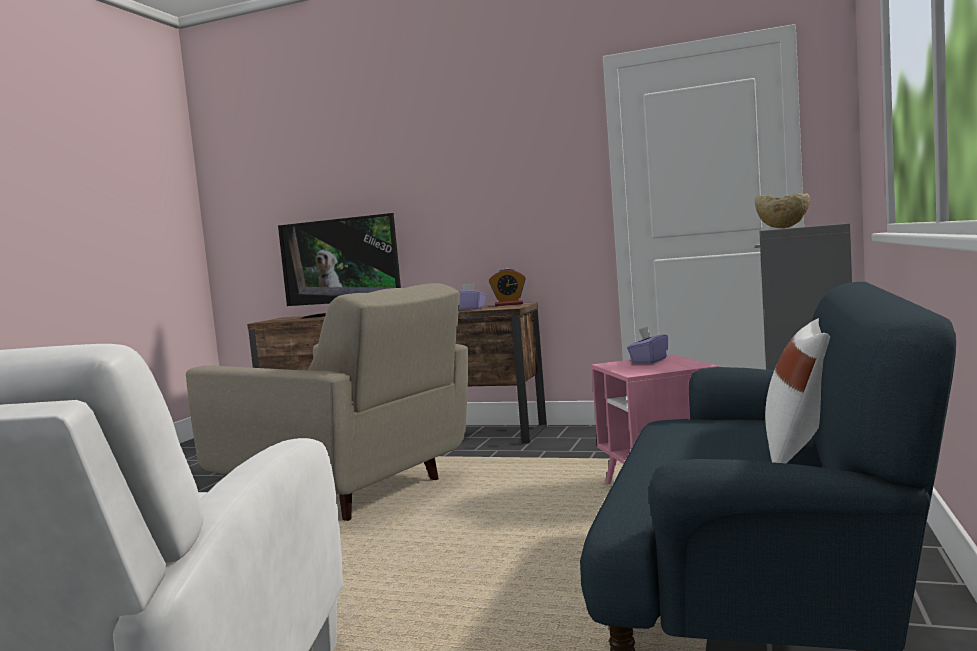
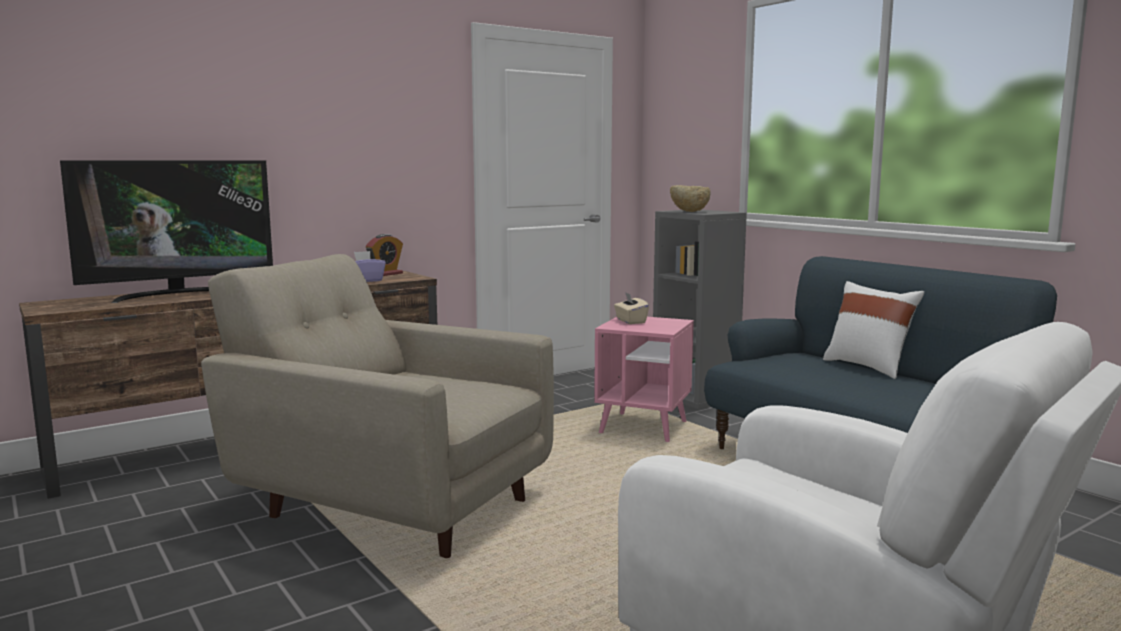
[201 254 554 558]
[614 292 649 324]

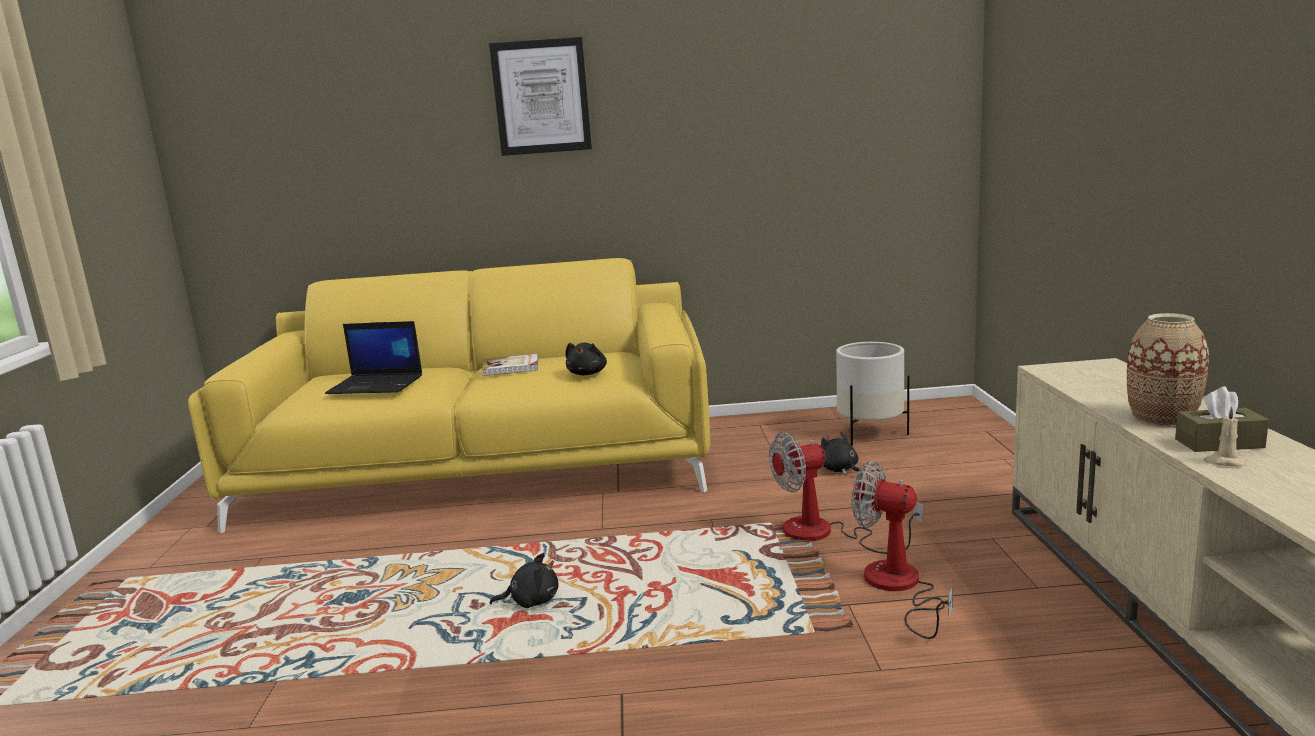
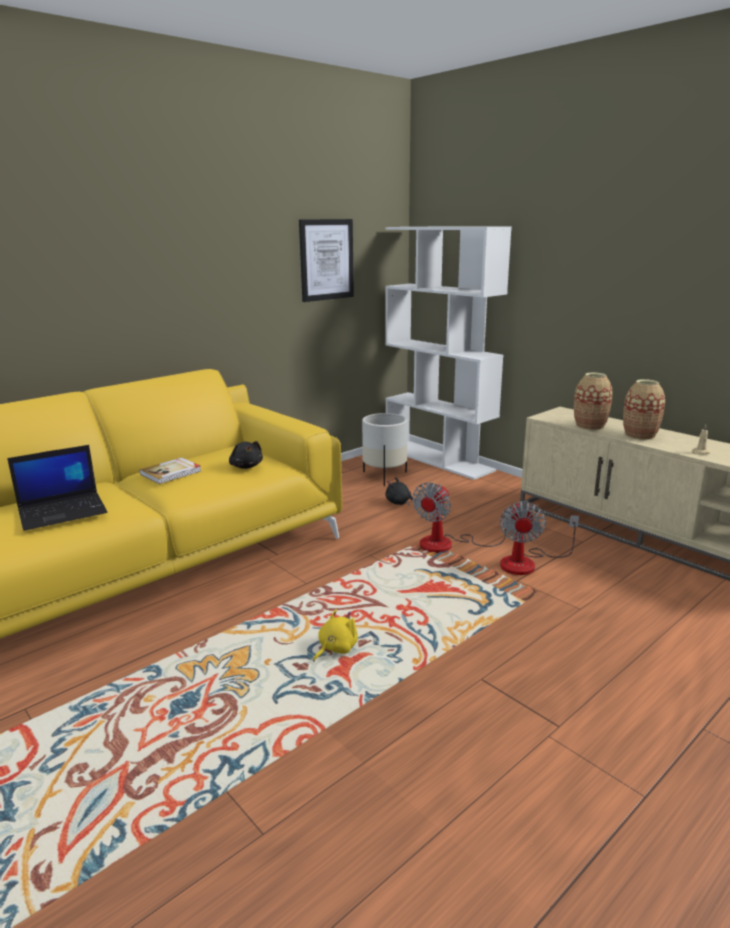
[299 219 354 302]
[313 609 358 662]
[500 501 579 575]
[1175 386 1269 452] (first image)
[385 226 512 480]
[574 373 613 430]

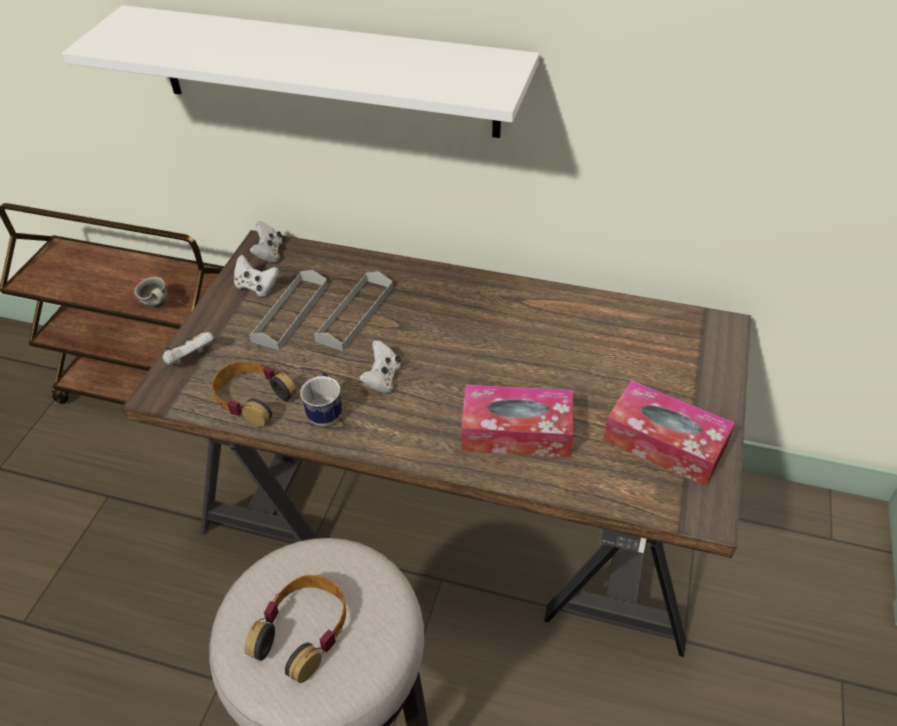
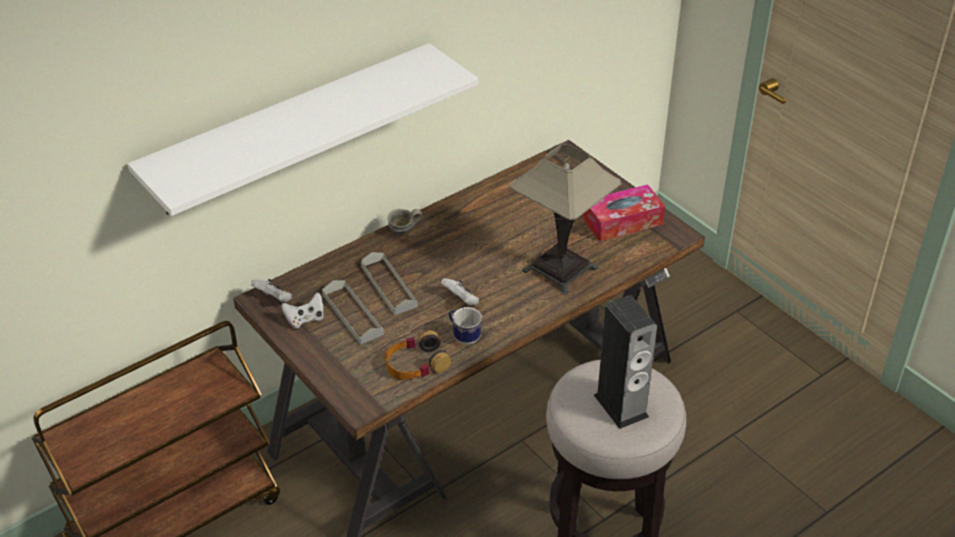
[388 209 423 235]
[163 332 214 365] (first image)
[594 295 657 429]
[510 144 622 295]

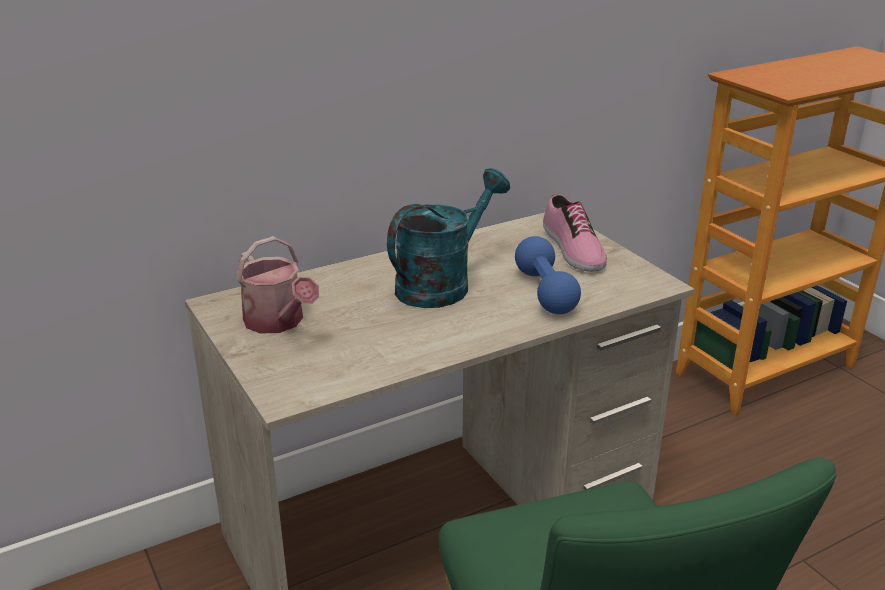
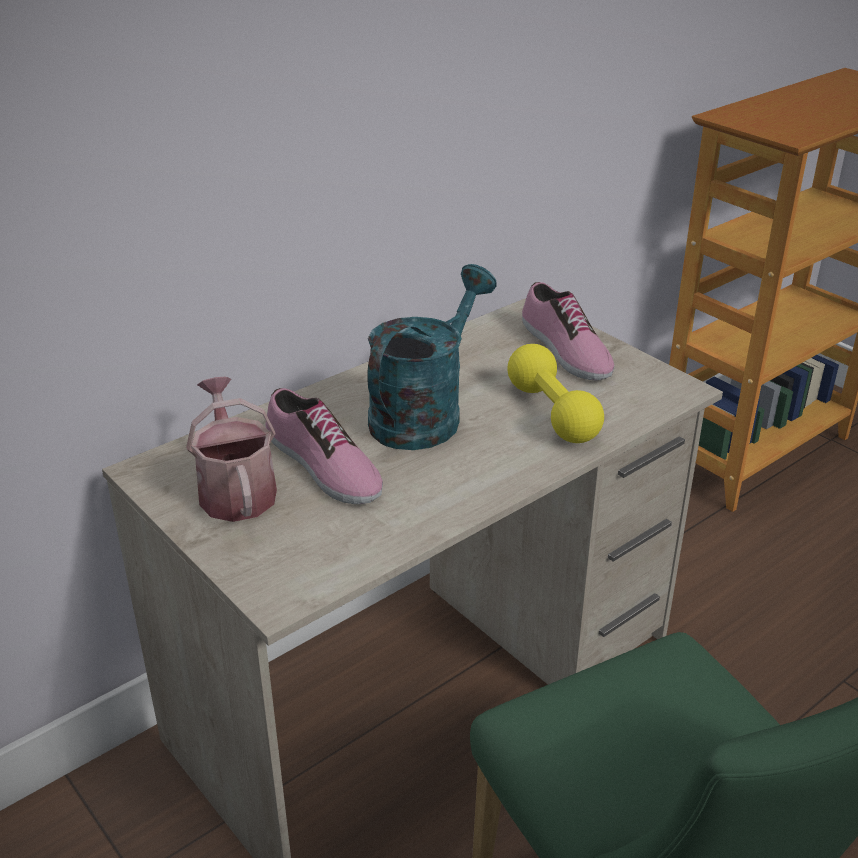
[186 377 277 522]
[507 344 604 443]
[265 388 383 504]

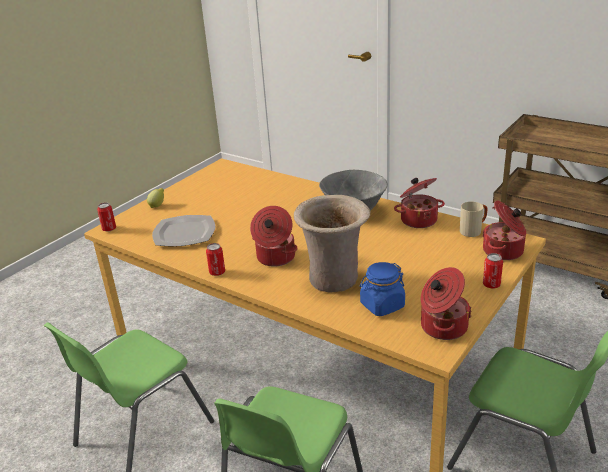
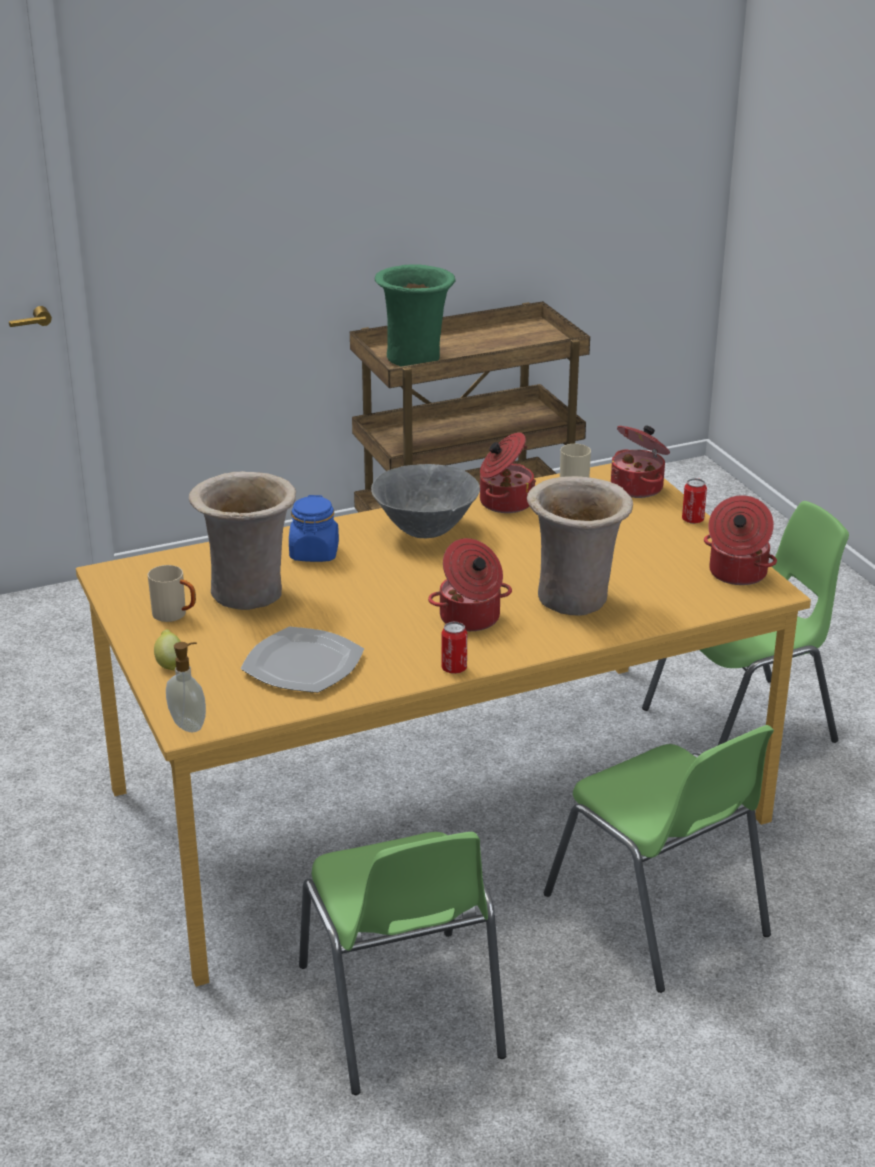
[166 642 206 732]
[289 495 339 562]
[148 565 196 622]
[189 471 296 610]
[375 264 456 366]

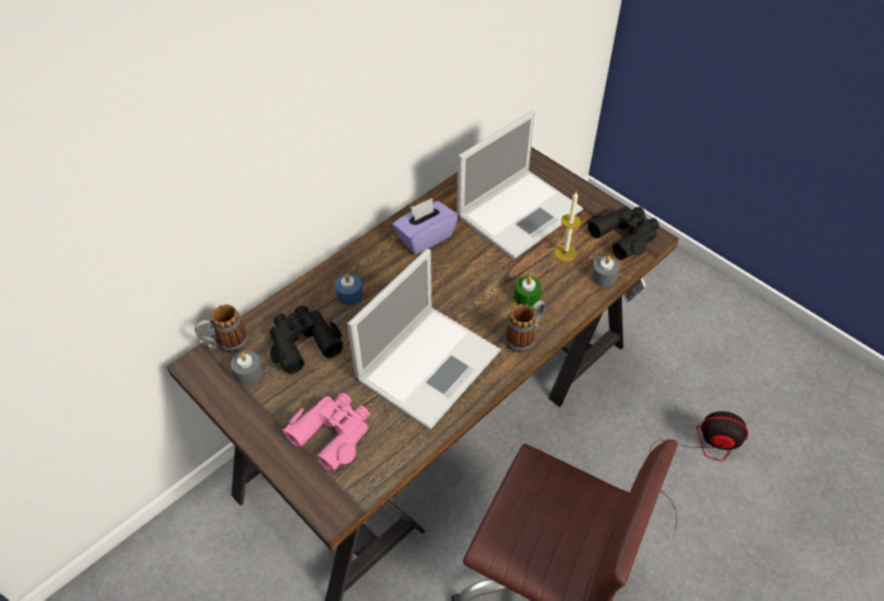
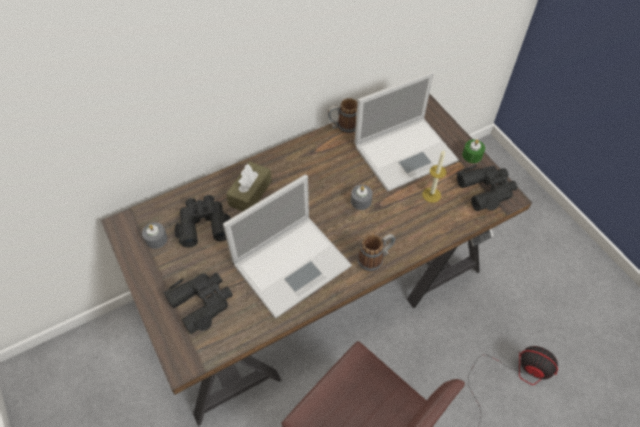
[328 98 357 133]
[163 272 233 334]
[226 161 272 212]
[393 198 458 255] (first image)
[462 139 485 163]
[351 185 373 210]

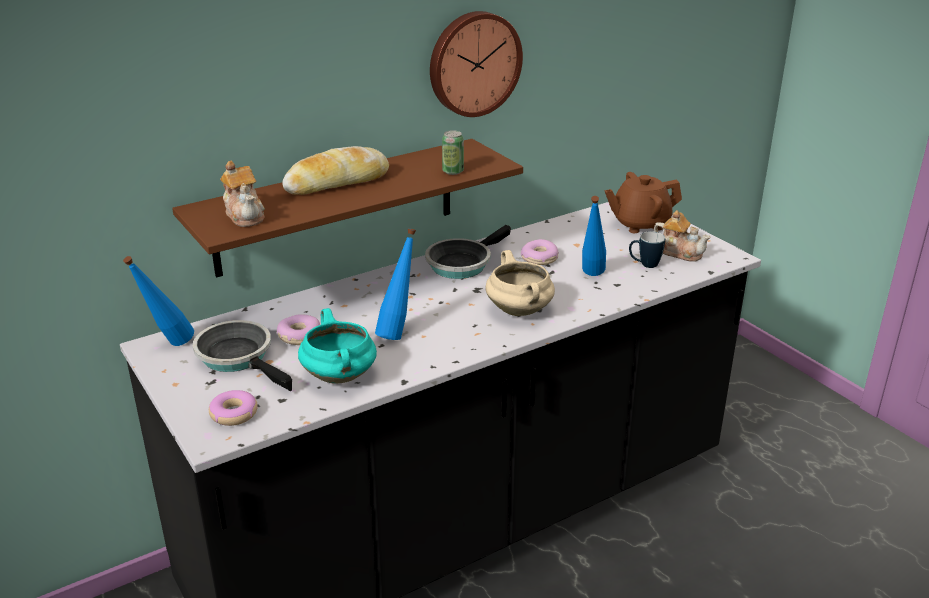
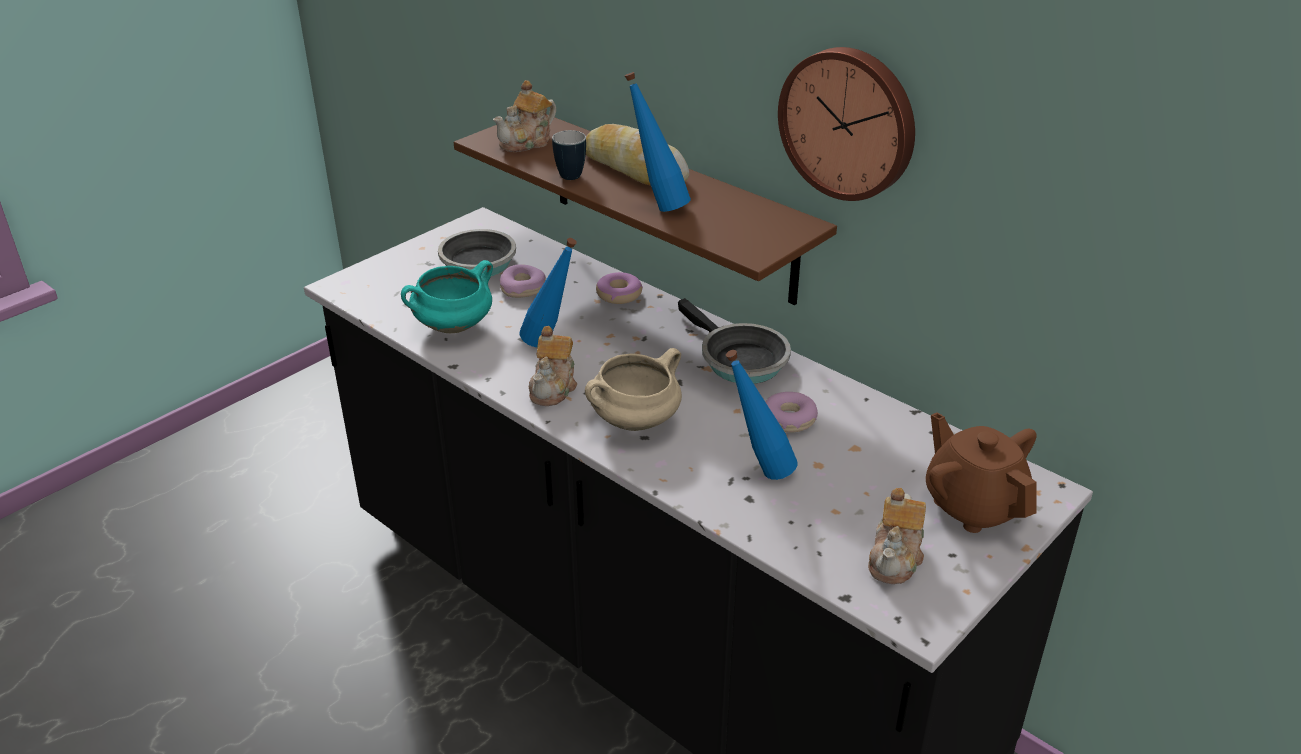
[625 72 691 212]
[596 272 643 304]
[678 298 791 384]
[442 130 464 175] (first image)
[552 130 586 180]
[529 326 578 406]

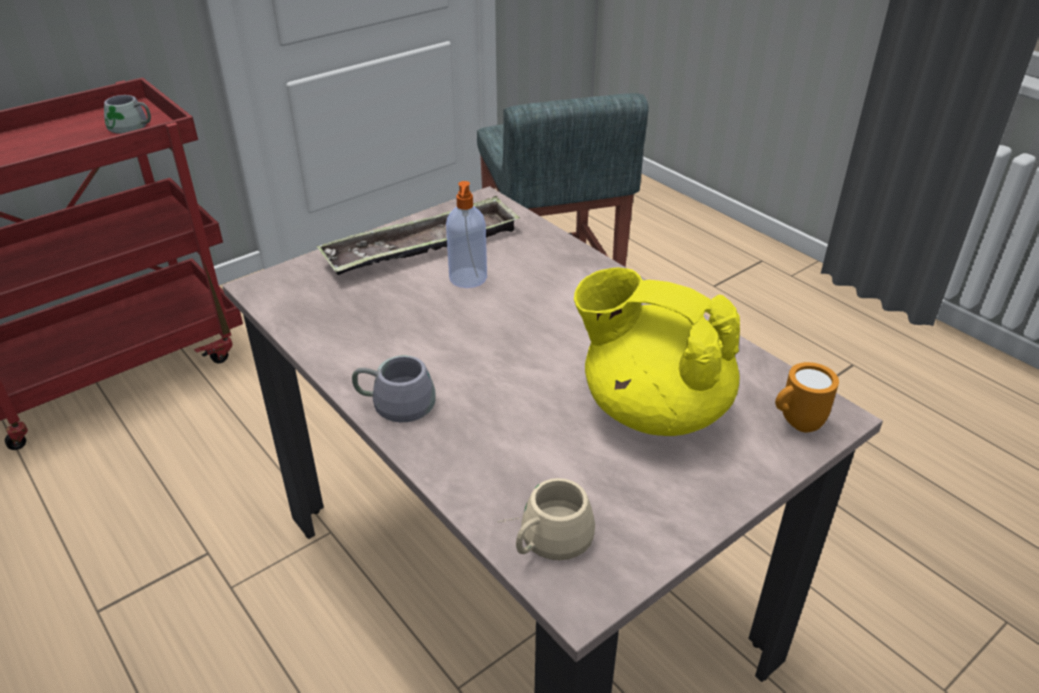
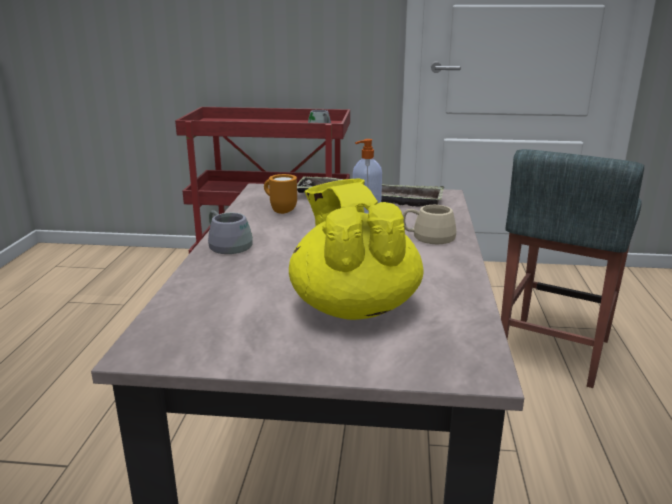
[403 205 456 244]
[264 174 297 214]

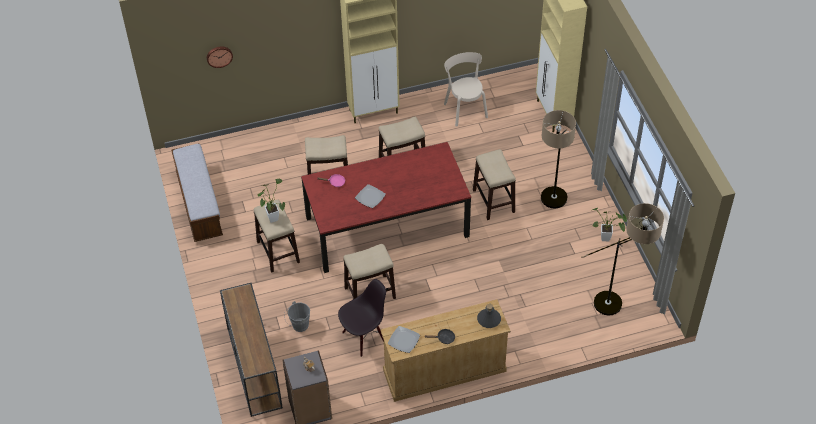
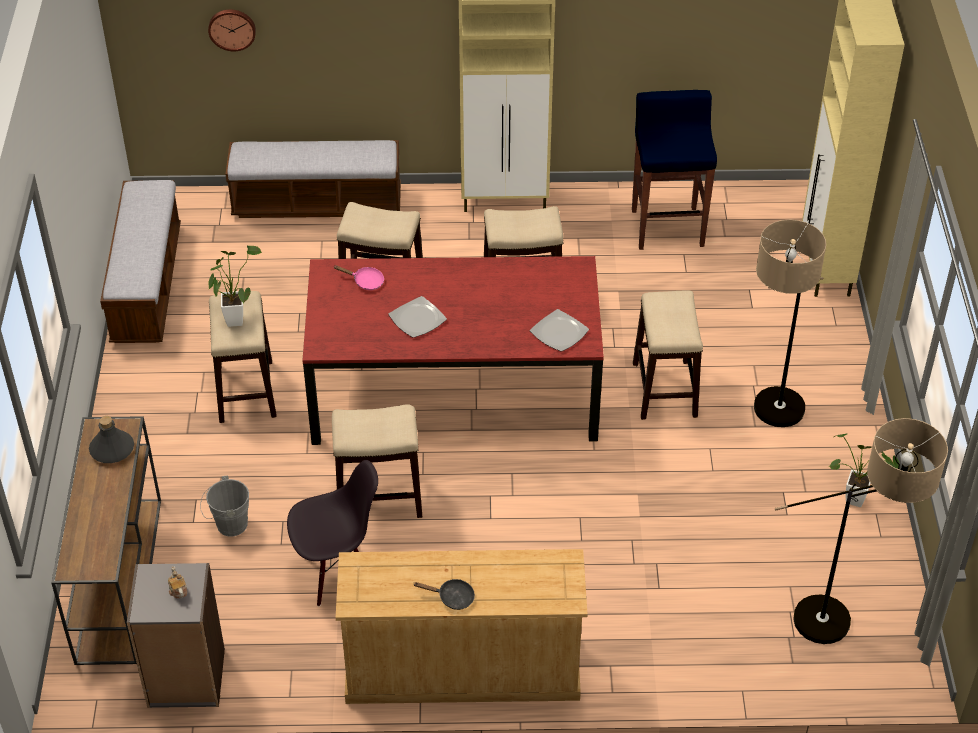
[530 309 589 351]
[632 90 717 250]
[89 416 134 463]
[225 140 401 218]

